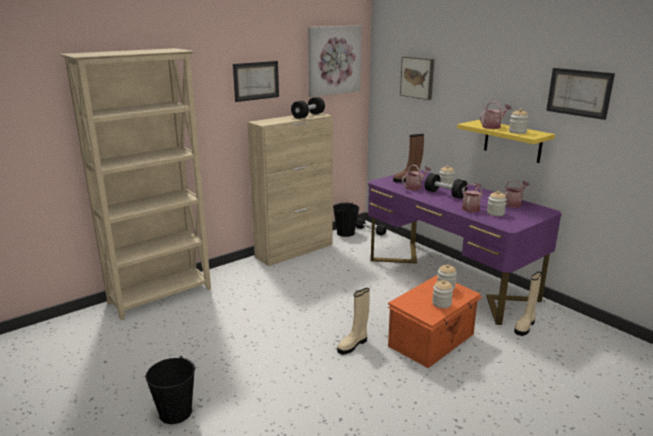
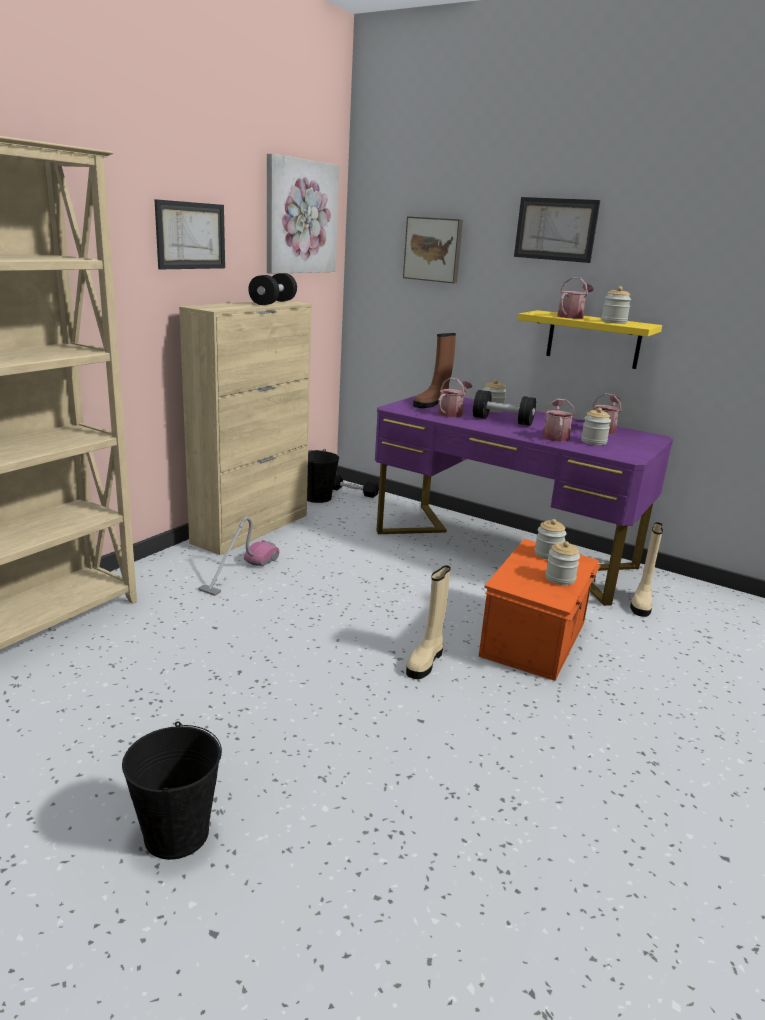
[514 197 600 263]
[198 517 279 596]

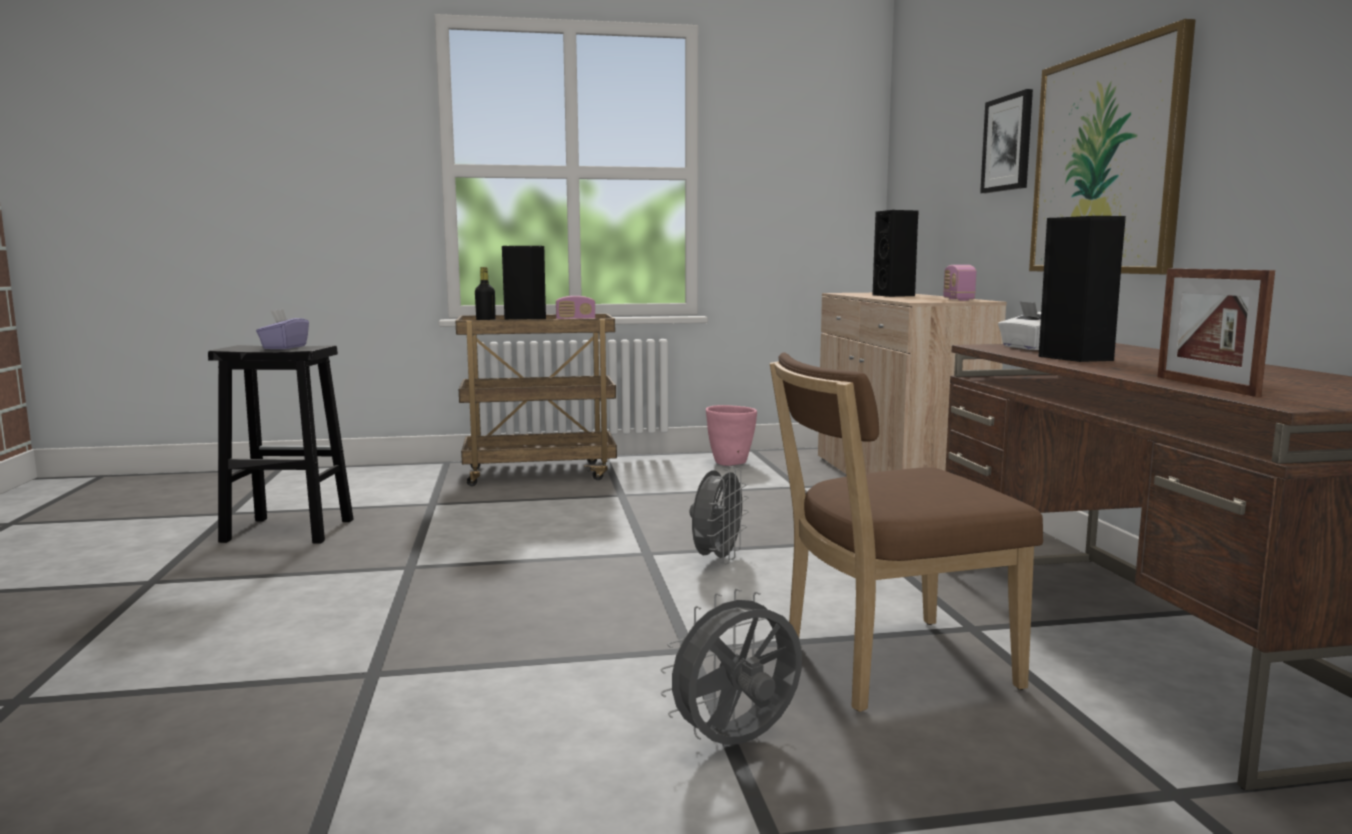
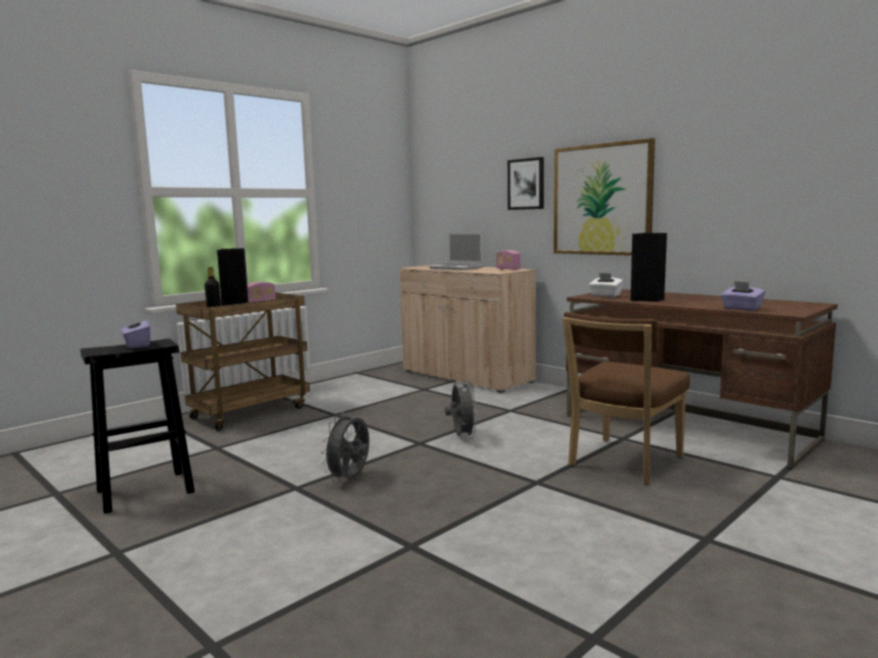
[321 412 369 482]
[706 405 757 466] (first image)
[429 233 482 270]
[721 281 765 311]

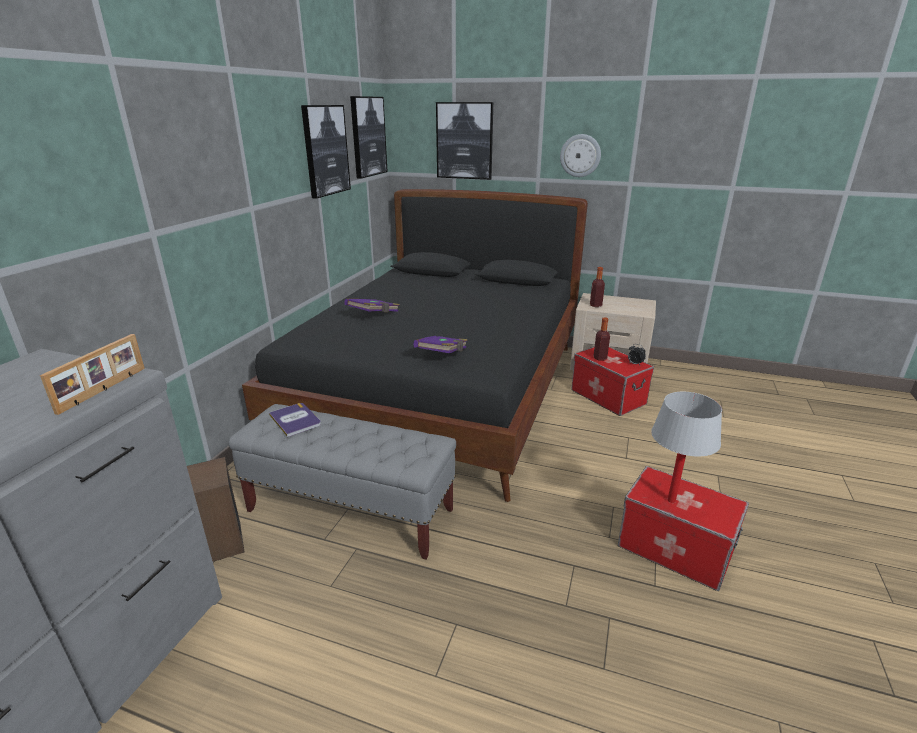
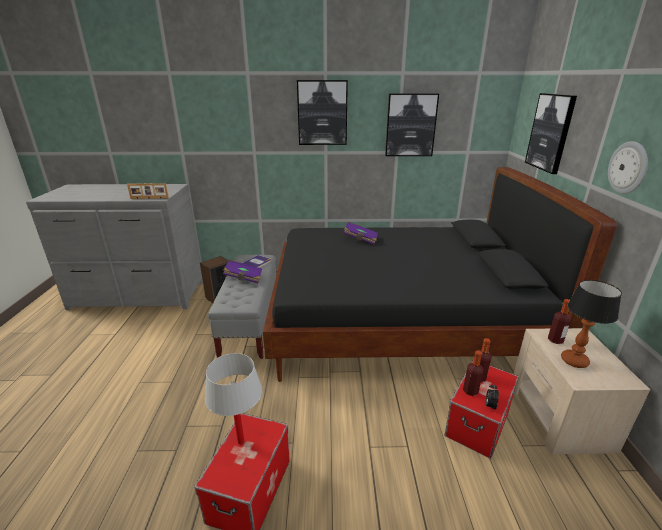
[297 80 348 145]
[223 260 262 283]
[463 350 483 396]
[561 280 622 368]

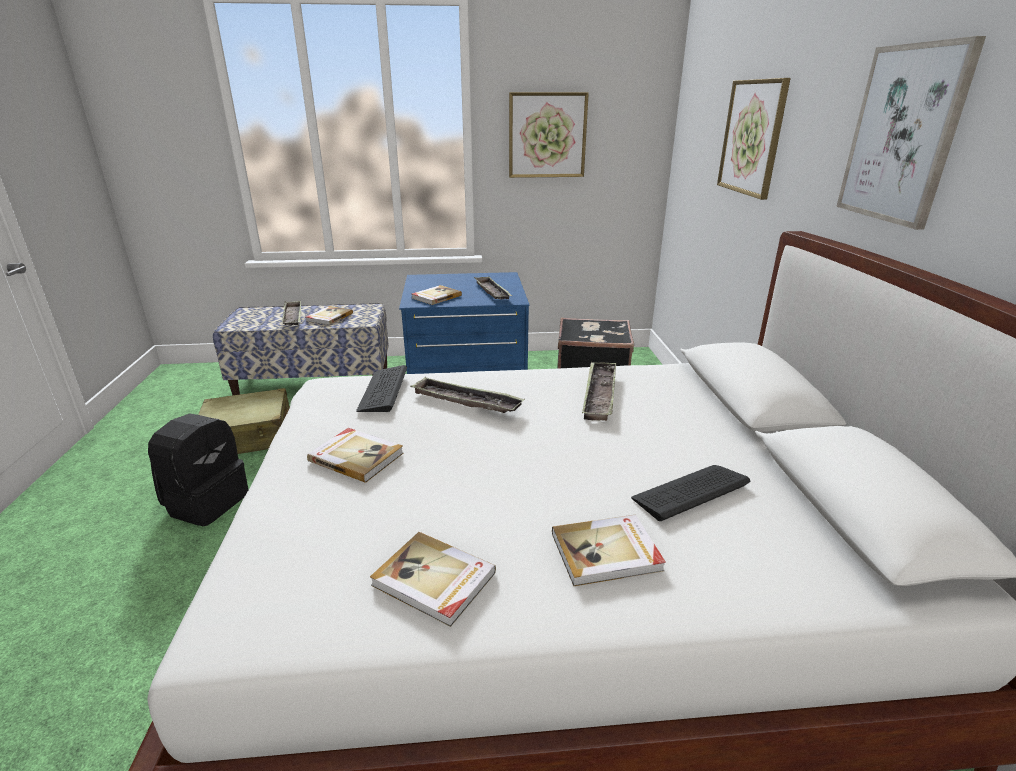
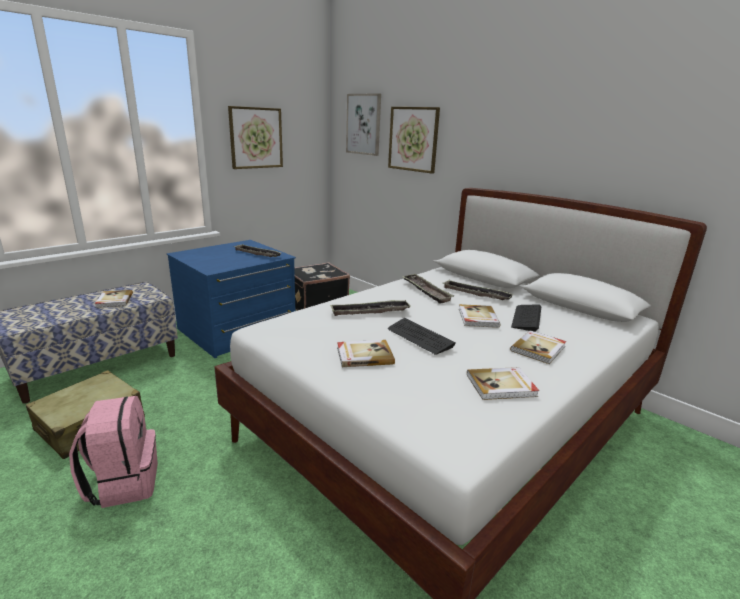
[69 396 158 508]
[443 280 514 300]
[388 318 456 355]
[459 304 501 328]
[346 93 381 156]

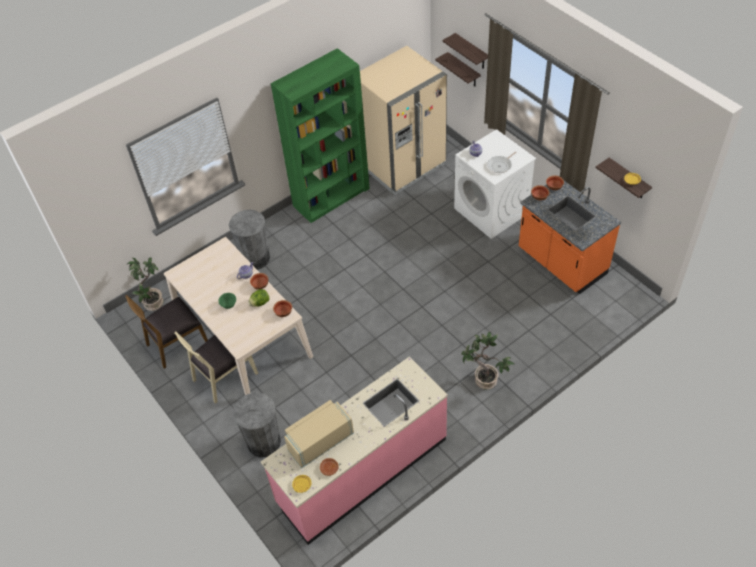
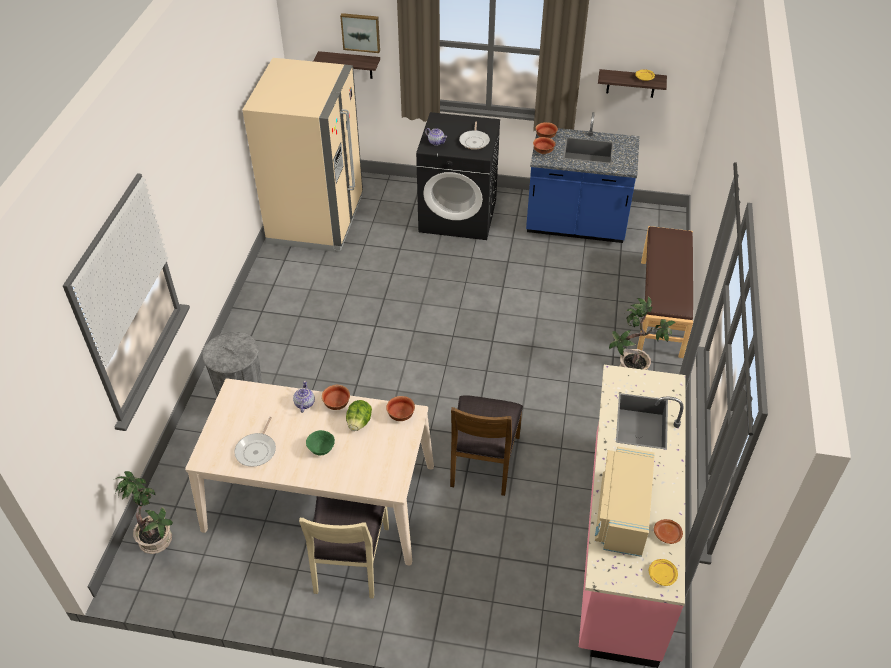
[450 395 523 496]
[233 392 281 457] (first image)
[271 48 370 223] (first image)
[340 13 380 53]
[416 112 500 240]
[526 112 640 243]
[234 417 276 467]
[637 226 693 358]

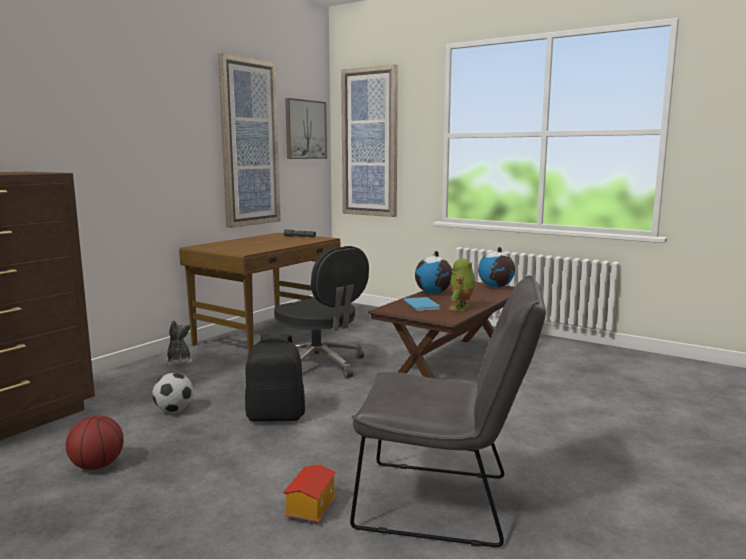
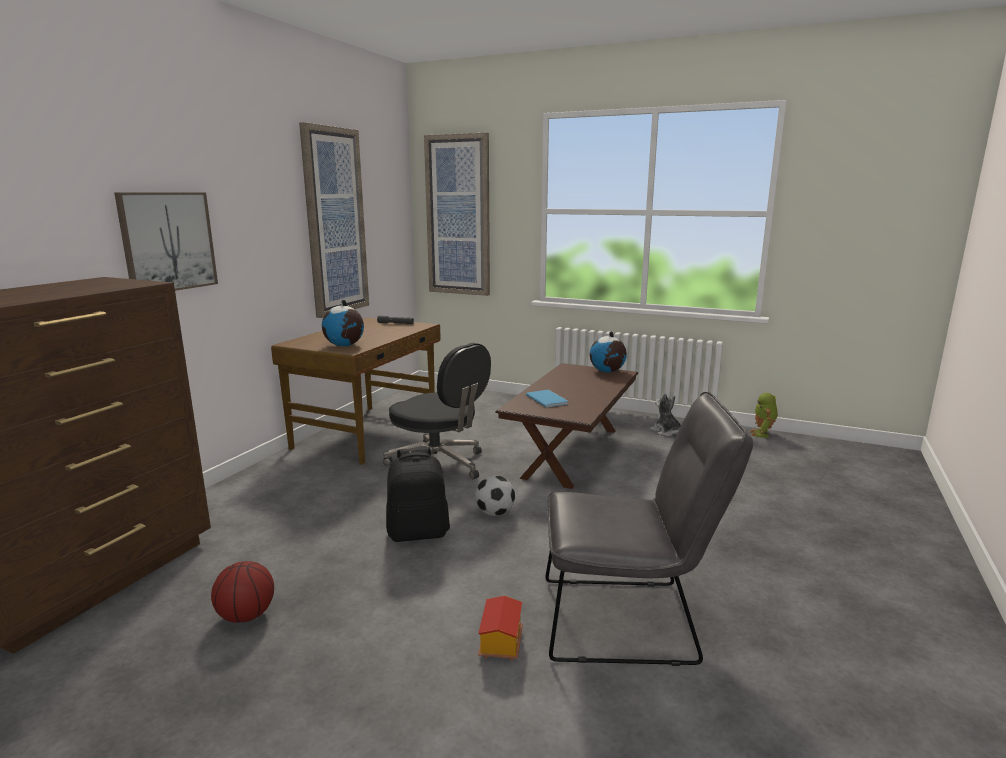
[475 475 515 516]
[650 393 681 436]
[114 192 218 291]
[322 300 364 346]
[750 393 778 438]

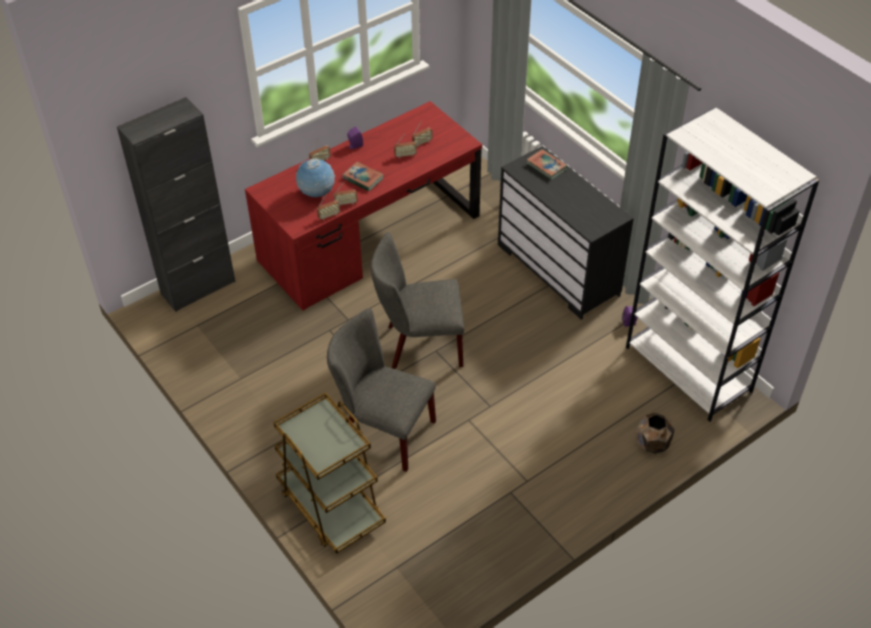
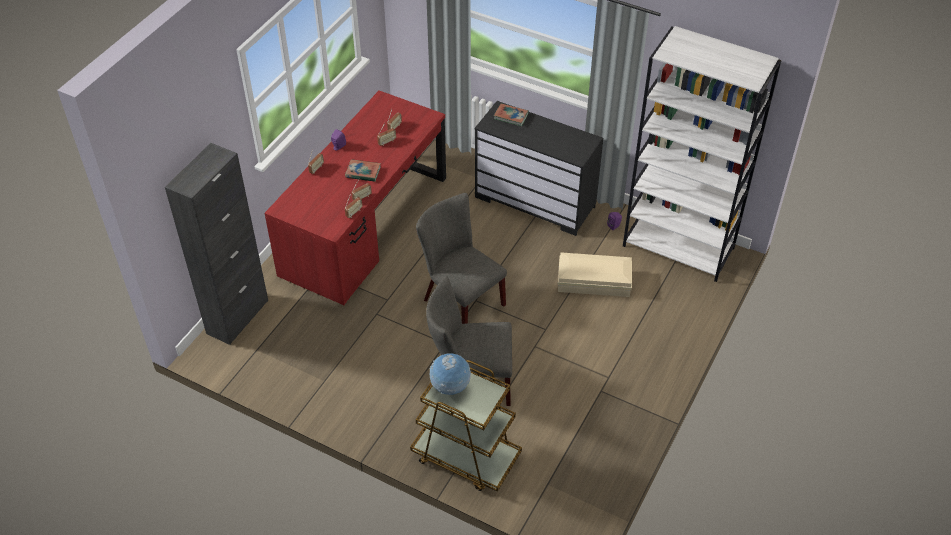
[430 353 471 395]
[416 193 507 324]
[635 413 675 454] (first image)
[558 253 632 297]

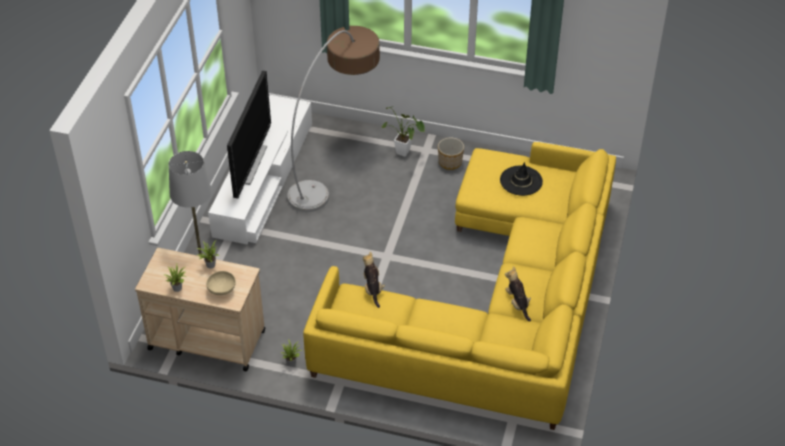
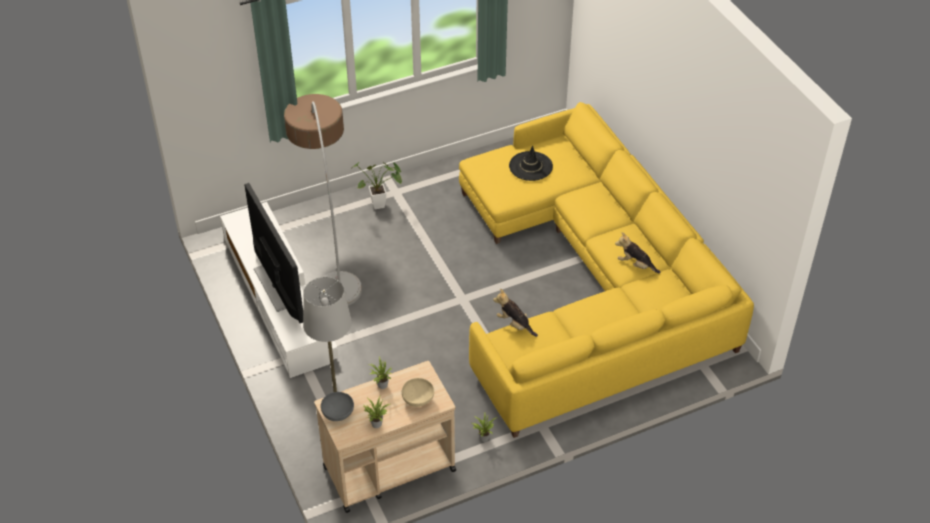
[438 138 464 170] (first image)
[321 392 354 421]

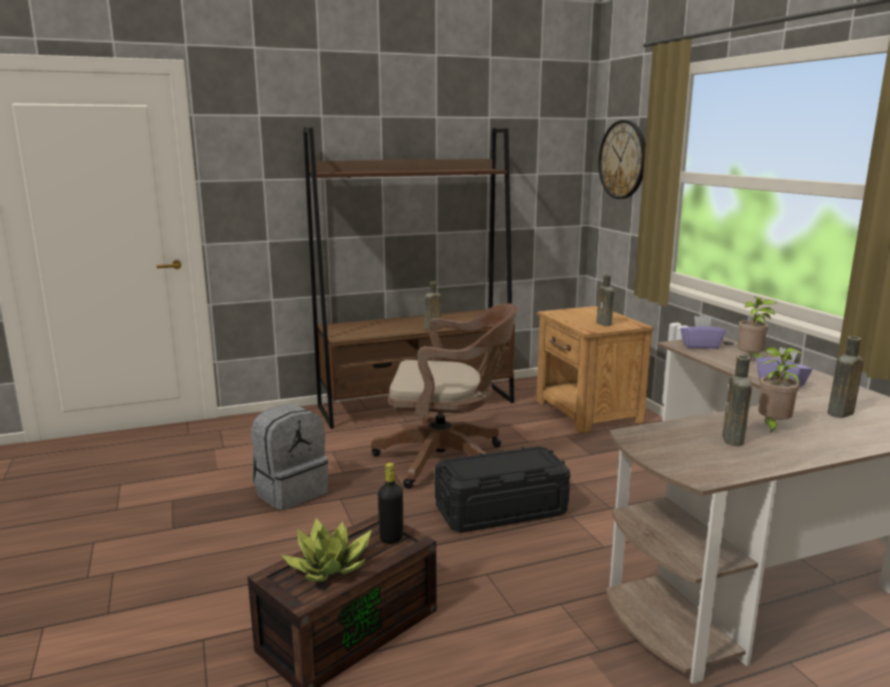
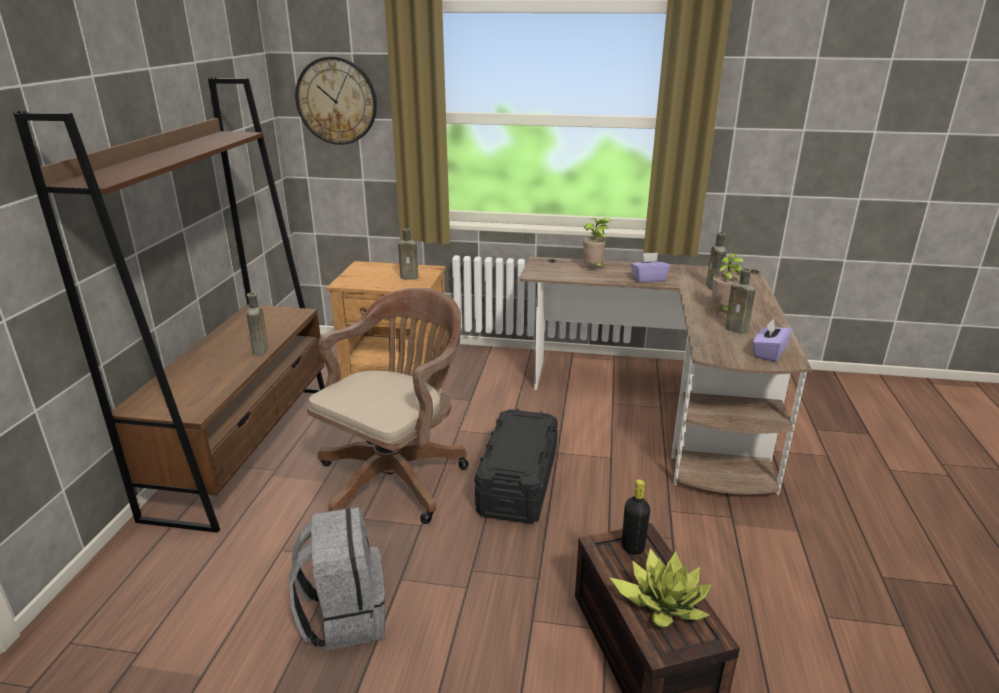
[753 319 792 362]

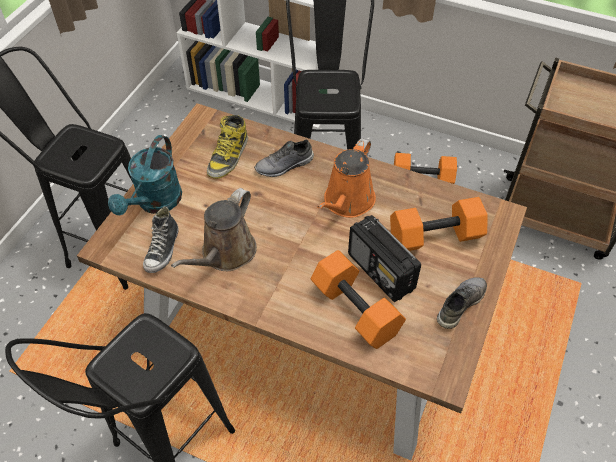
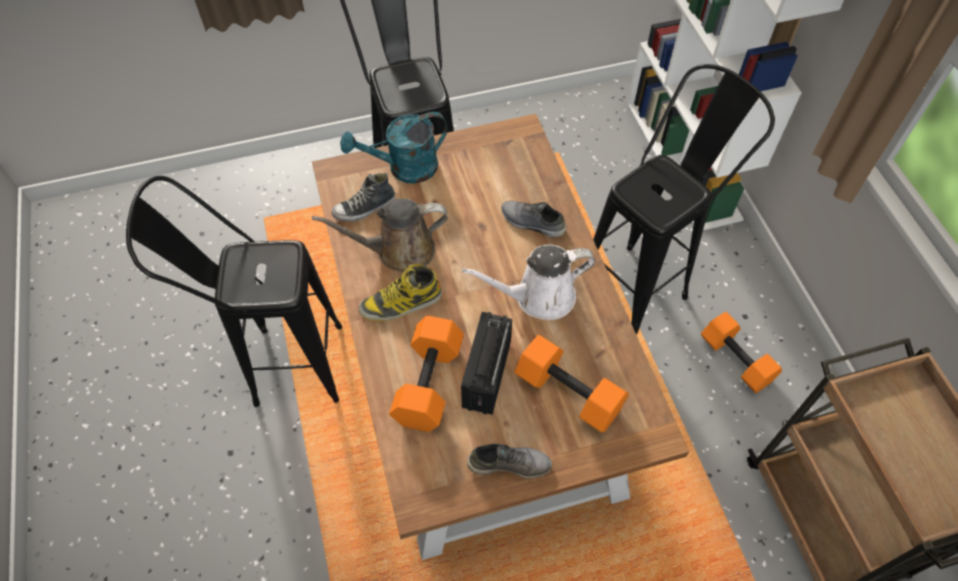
[358 263 442 321]
[462 245 595 320]

